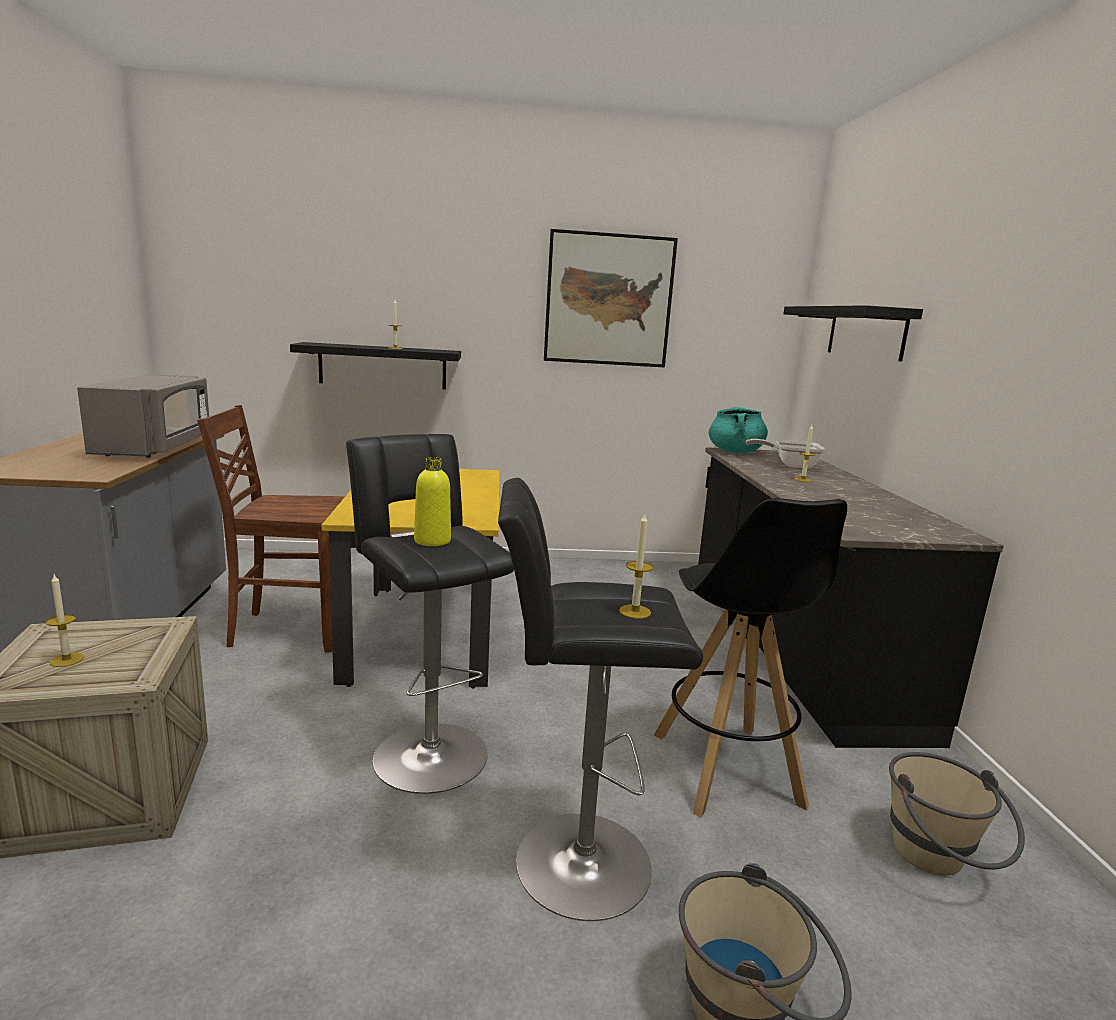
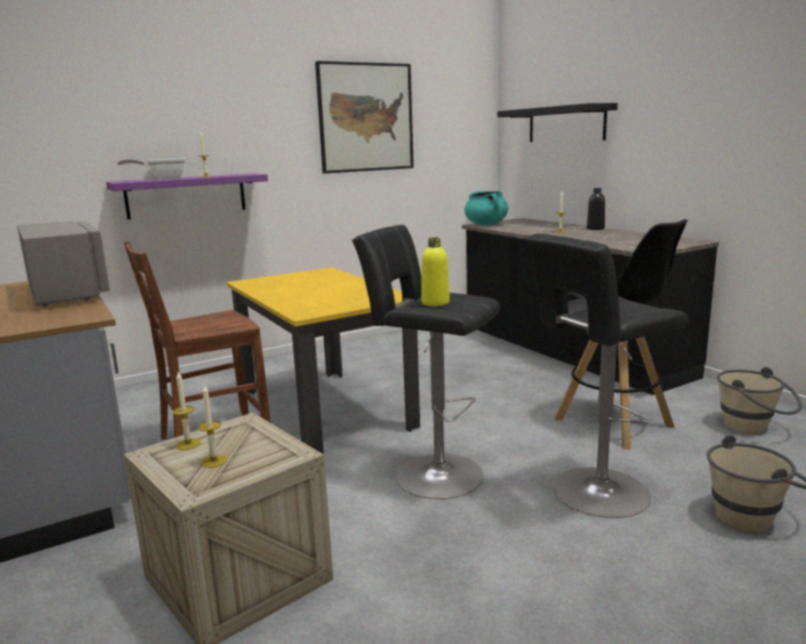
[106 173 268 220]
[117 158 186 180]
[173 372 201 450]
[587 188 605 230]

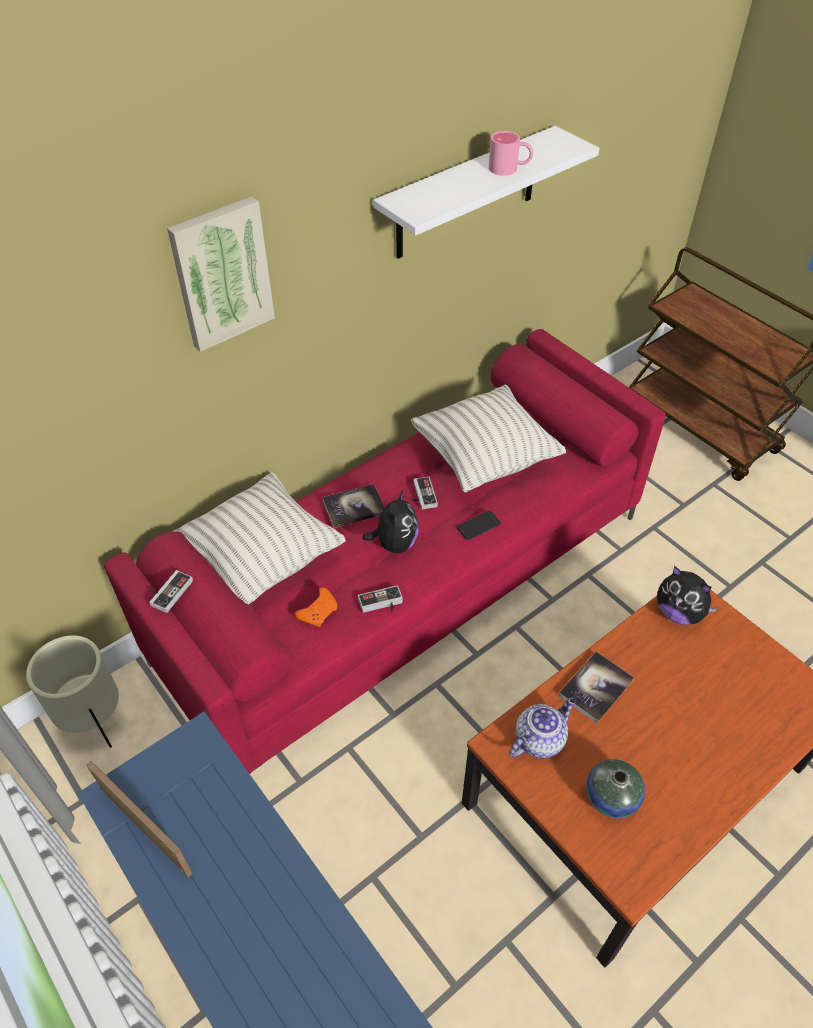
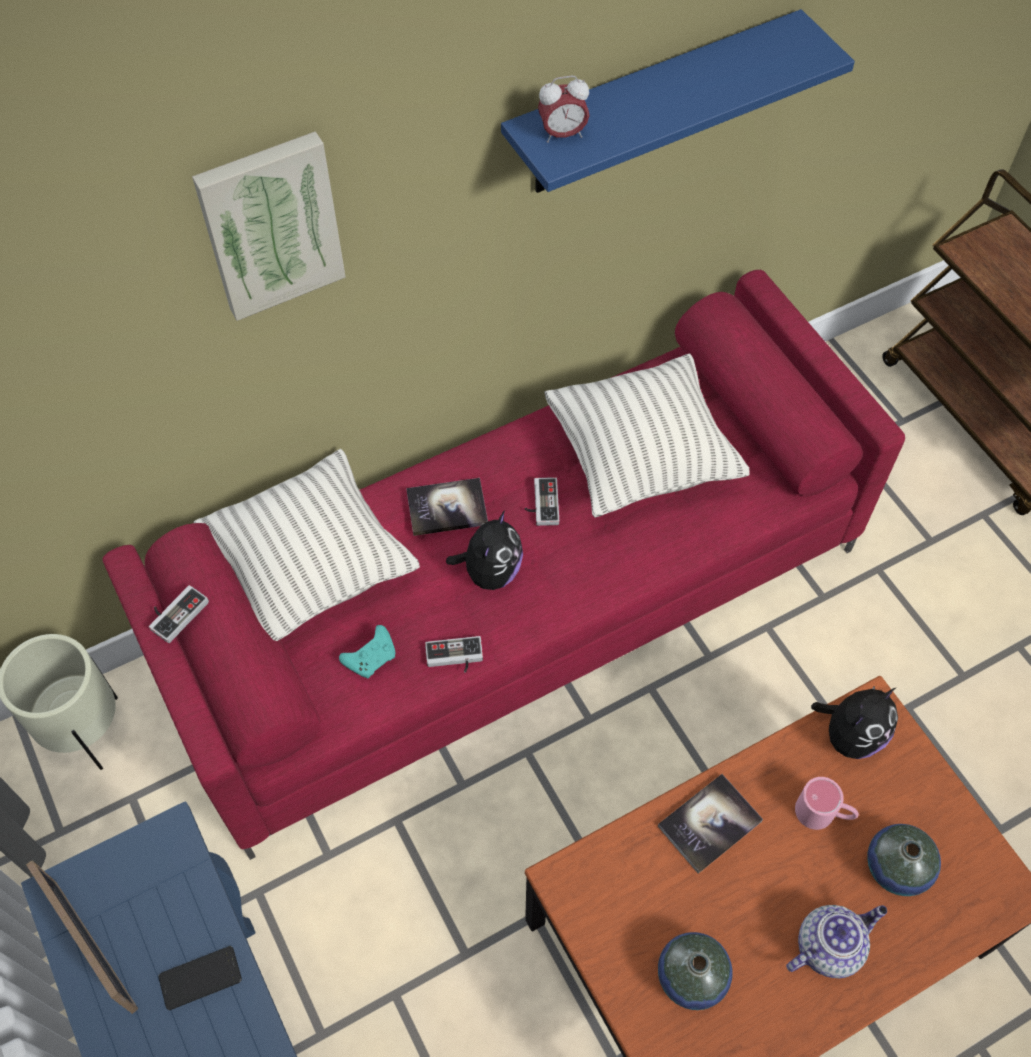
[158 946 242 1010]
[339 625 395 679]
[501 9 855 193]
[538 75 590 143]
[786 905 887 978]
[795 777 859 830]
[811 686 898 759]
[867 824 941 896]

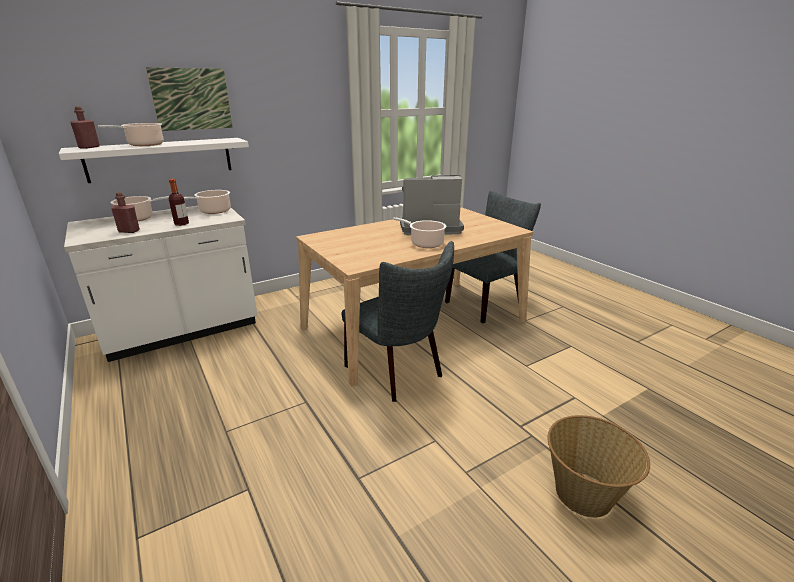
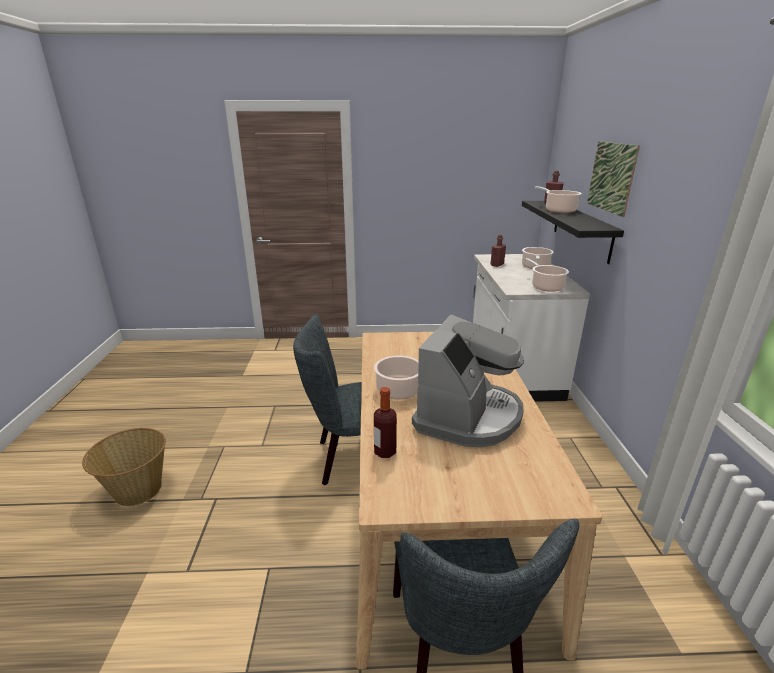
[374 387 397 458]
[522 201 624 264]

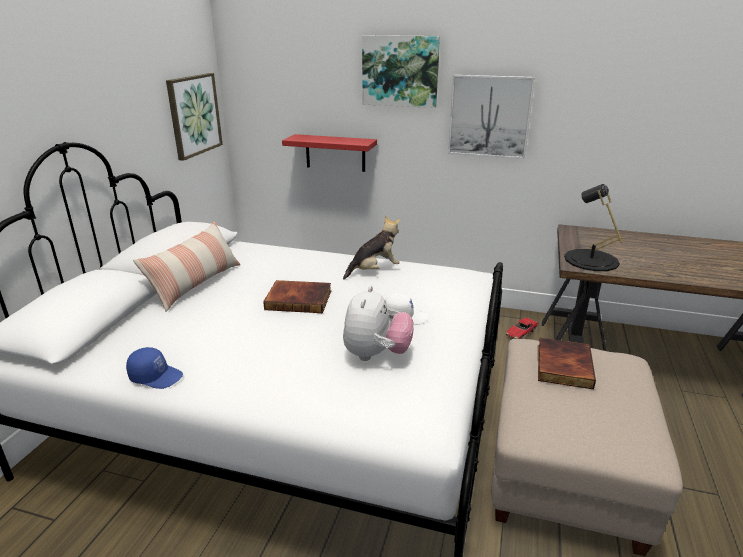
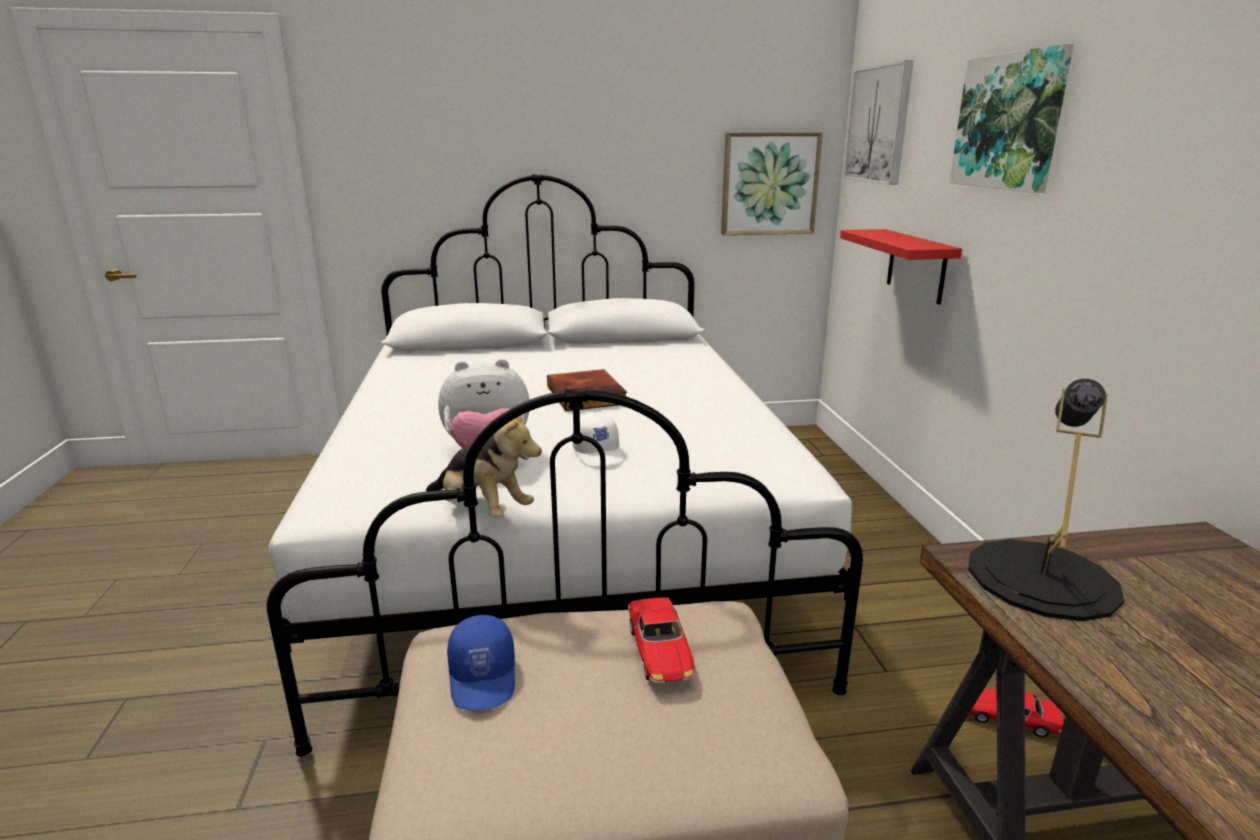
[426 415 542 517]
[447 615 515 710]
[628 597 695 684]
[843 60 913 185]
[133 221 240 312] (first image)

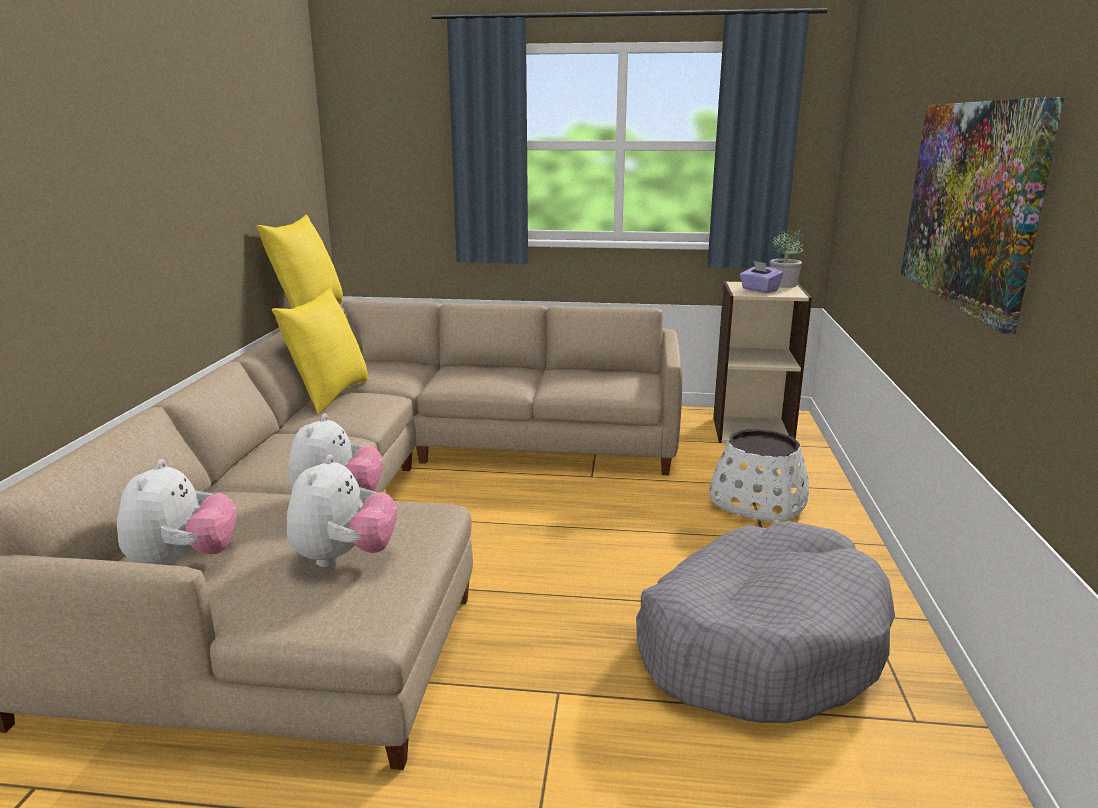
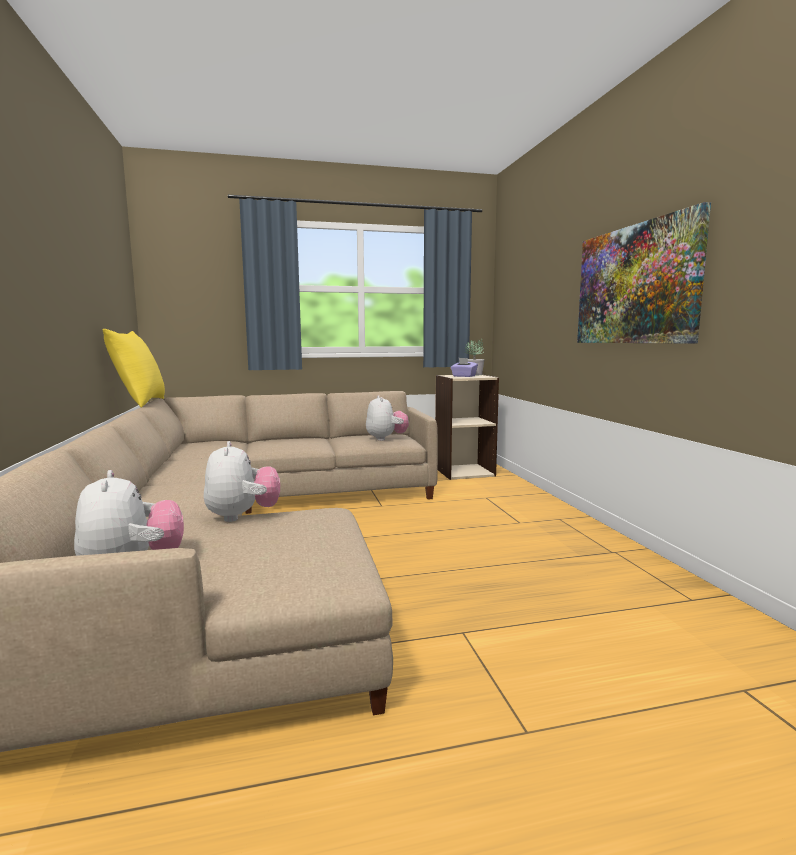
[366 395 409 441]
[272 287 369 414] (first image)
[636 521 895 723] (first image)
[709 429 809 522] (first image)

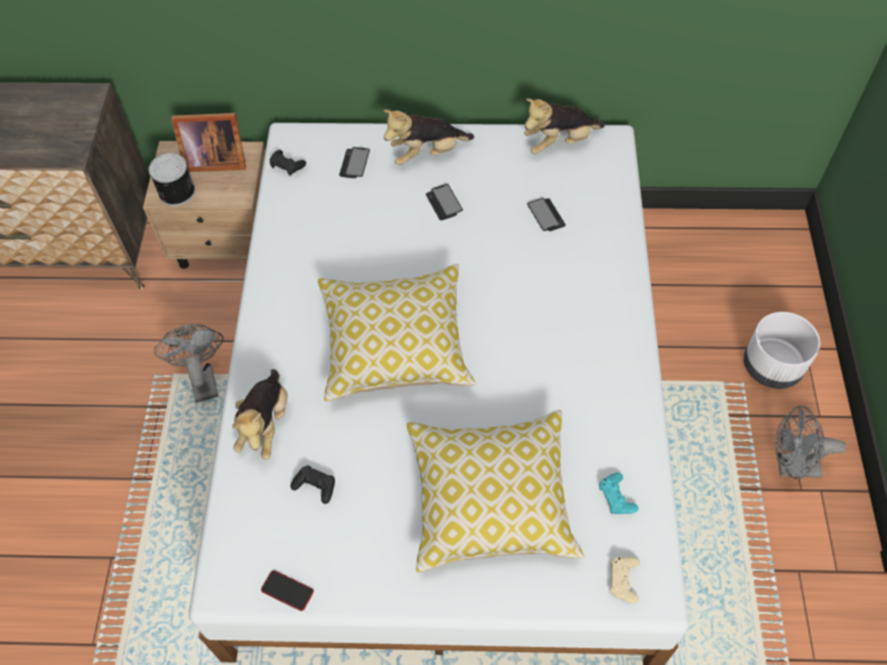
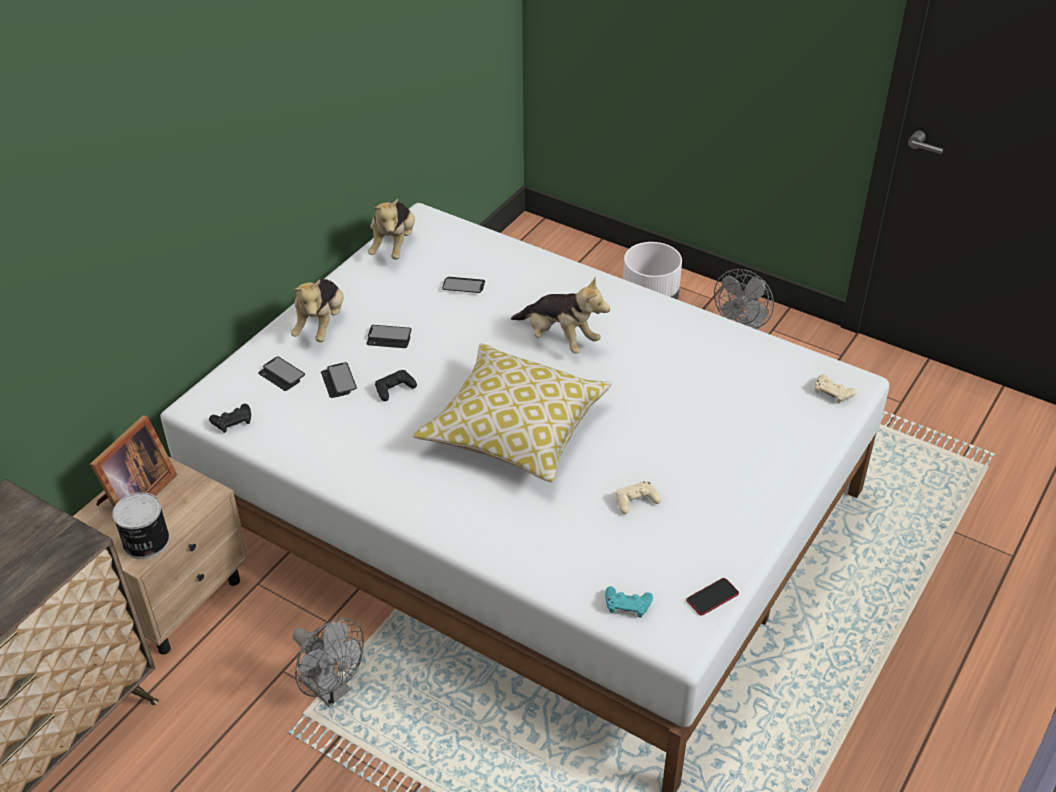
[293 618 364 707]
[321 362 357 398]
[375 370 417 401]
[511 277 610 354]
[605 586 653 618]
[616 481 661 514]
[407 410 584 572] (first image)

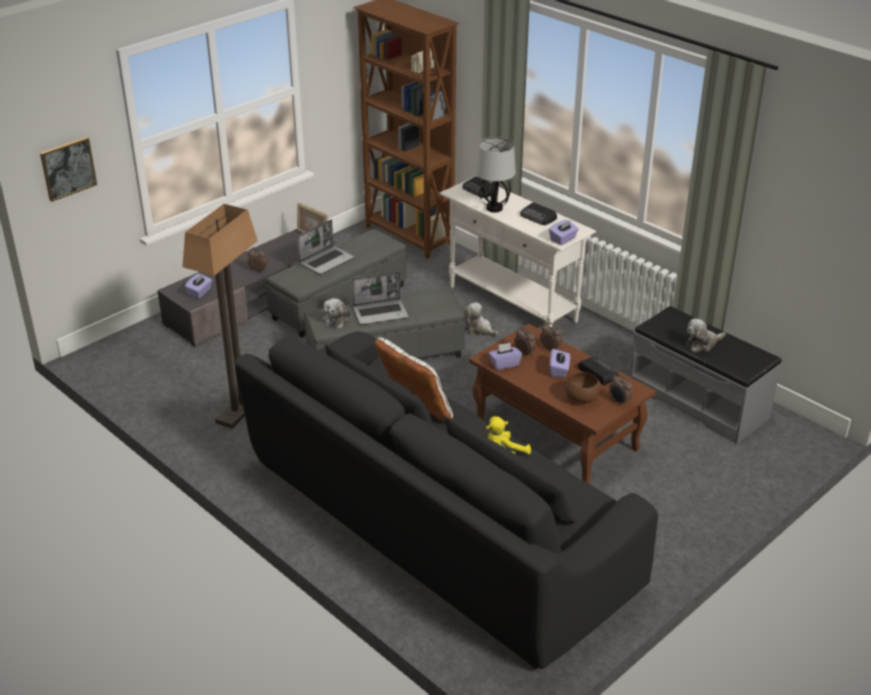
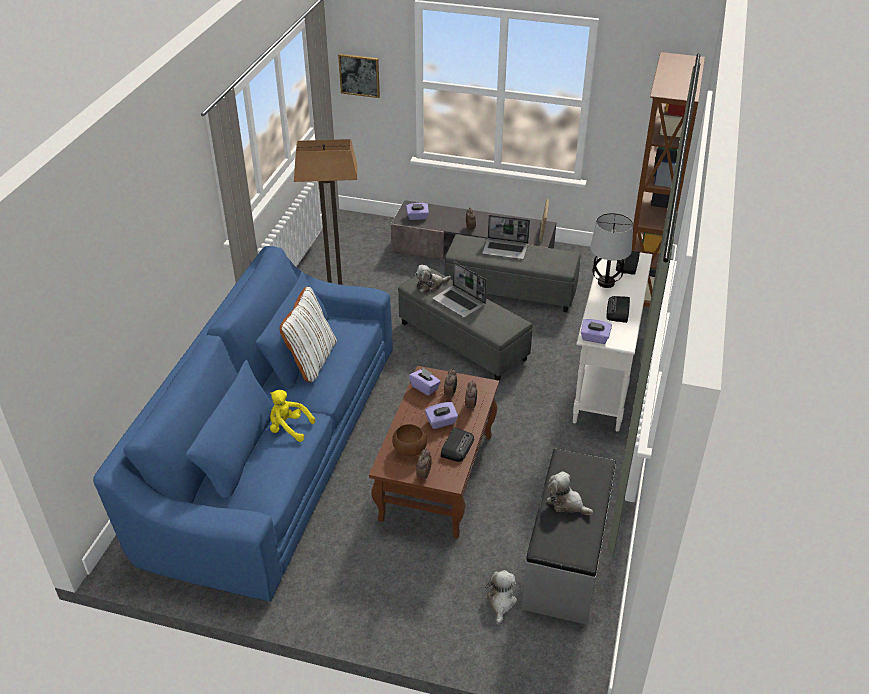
[93 246 393 602]
[485 570 517 625]

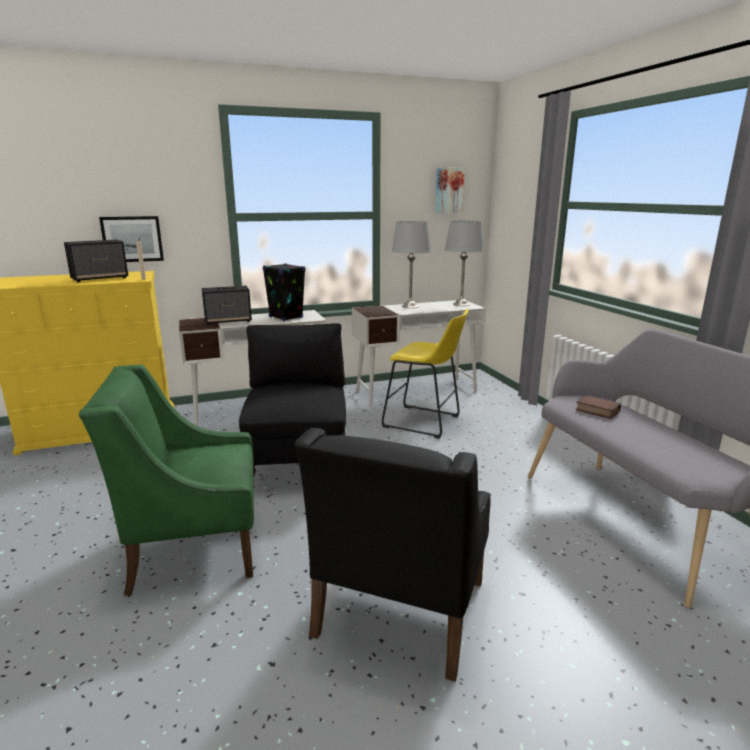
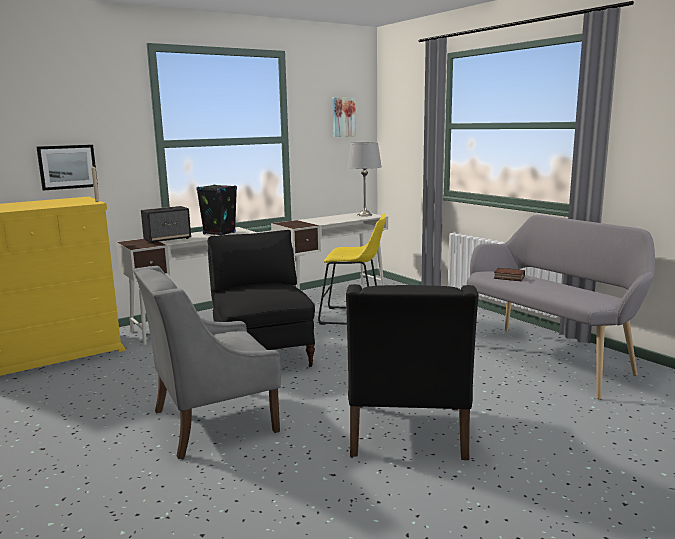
[133 266 281 459]
[64 240 128 282] (first image)
[392 221 432 308] (first image)

